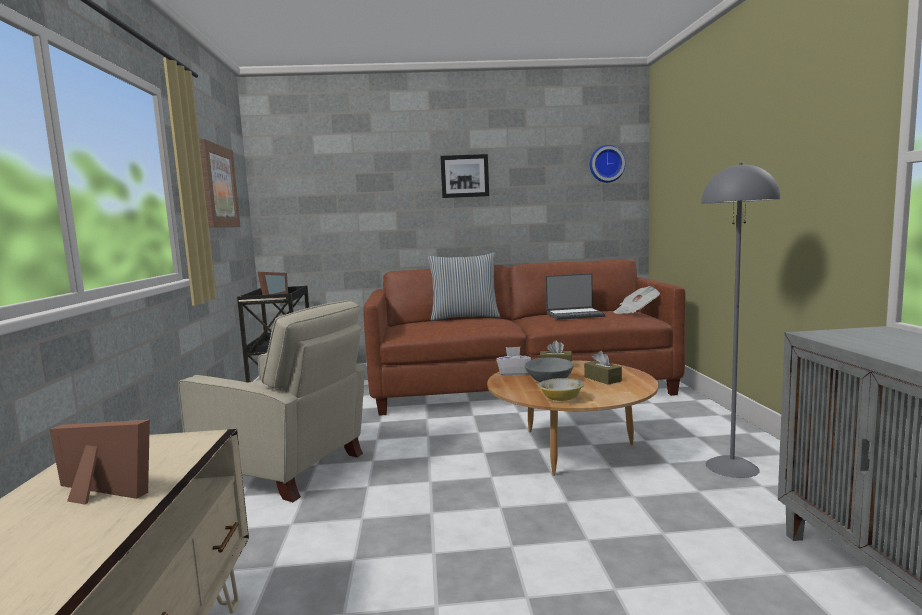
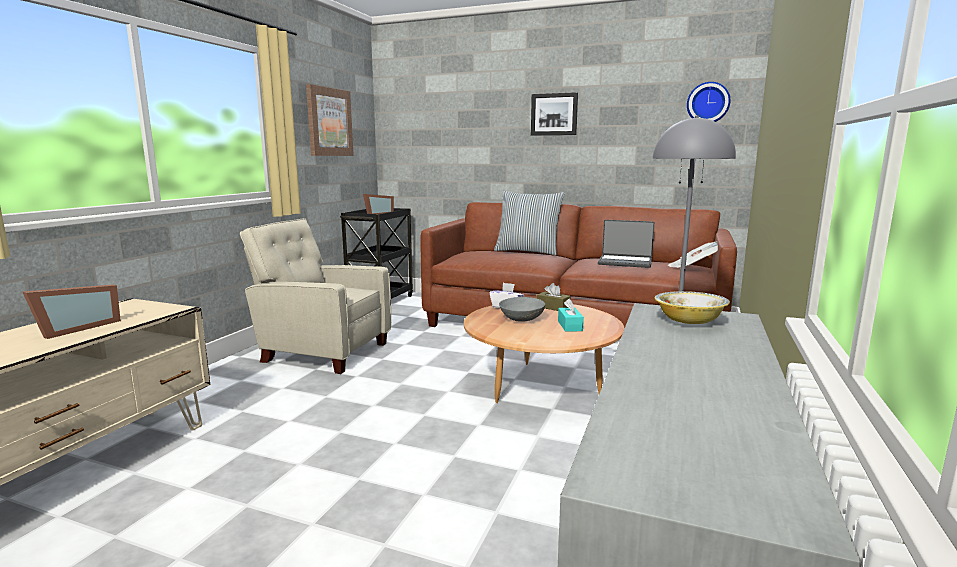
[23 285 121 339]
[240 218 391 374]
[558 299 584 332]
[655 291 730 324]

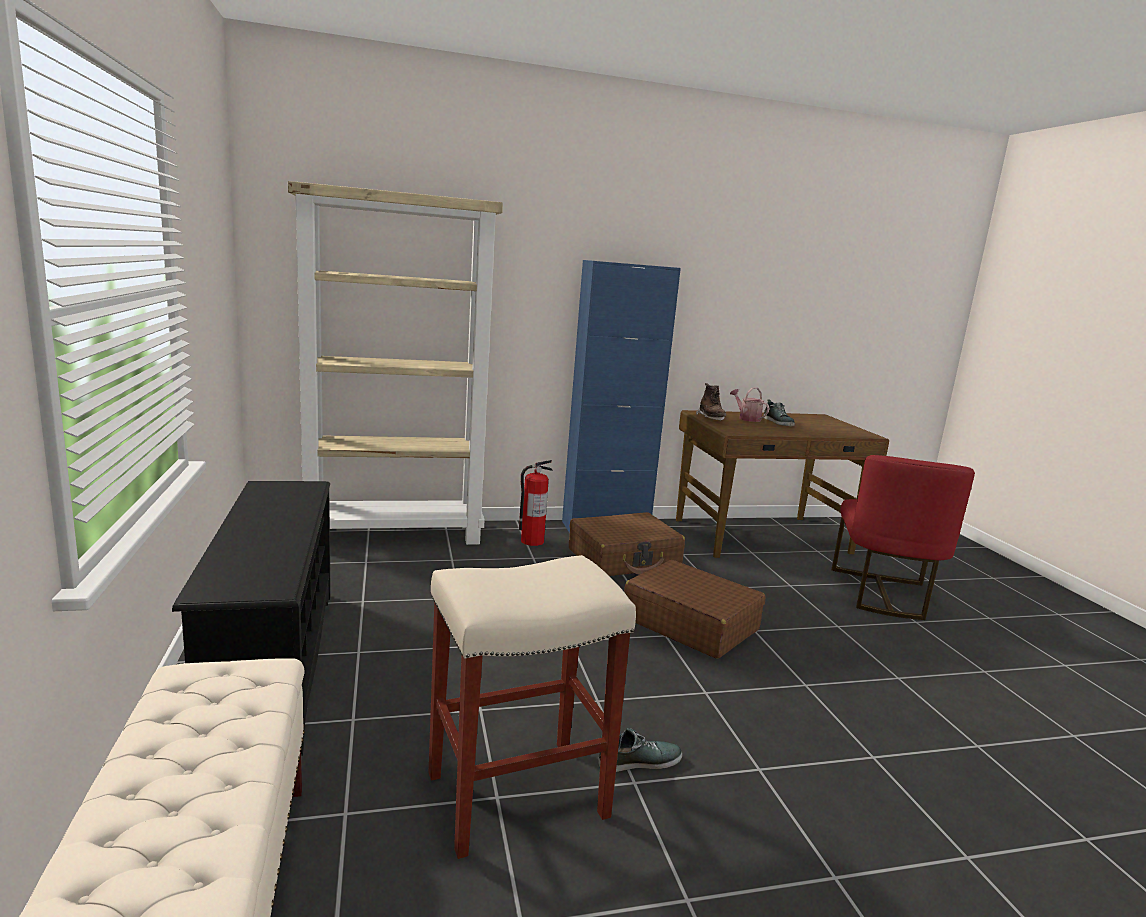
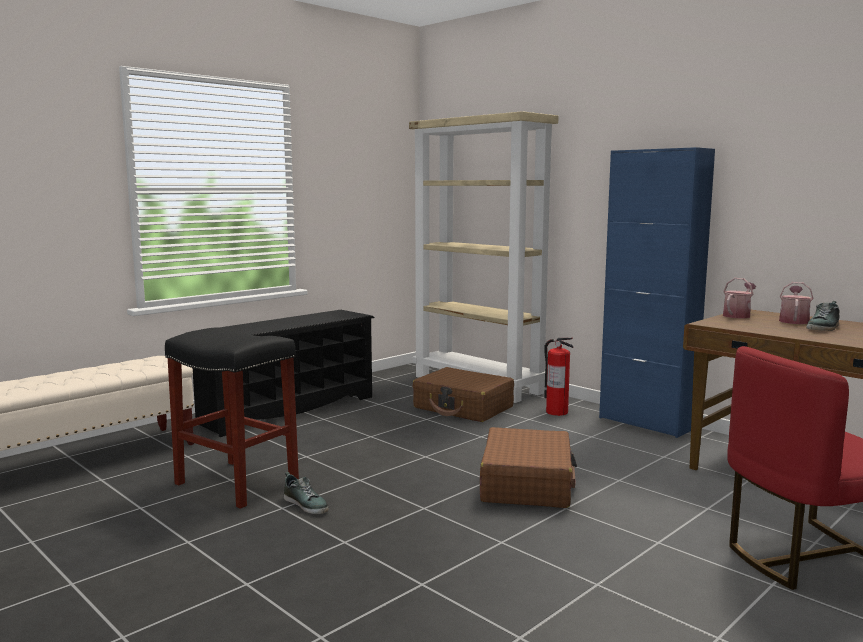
[165 327 299 509]
[413 367 514 422]
[723 278 756 318]

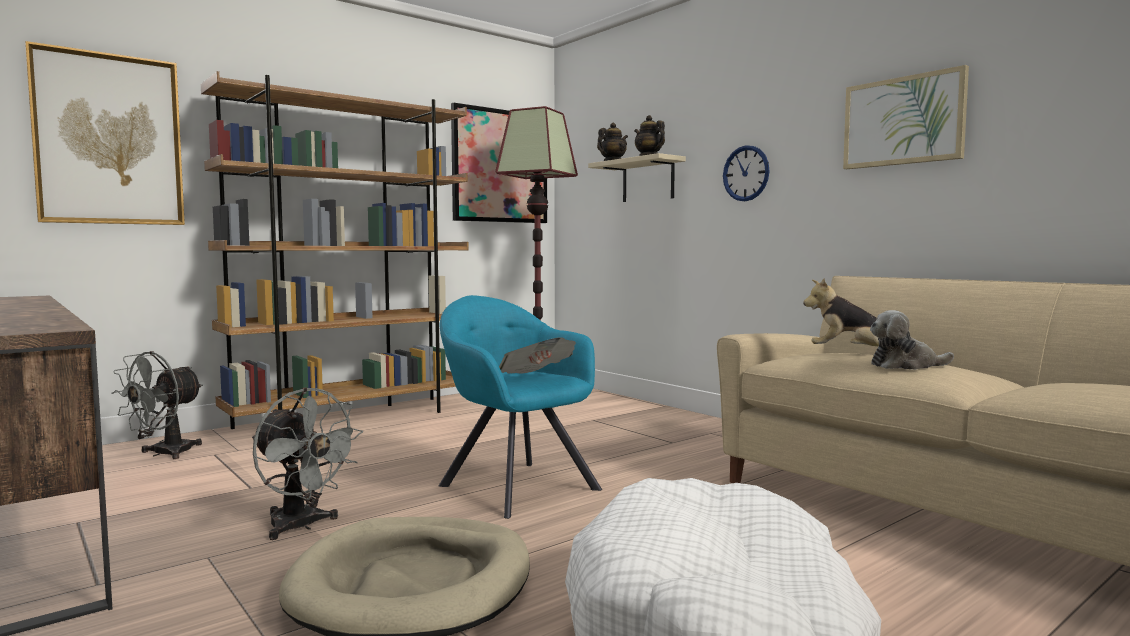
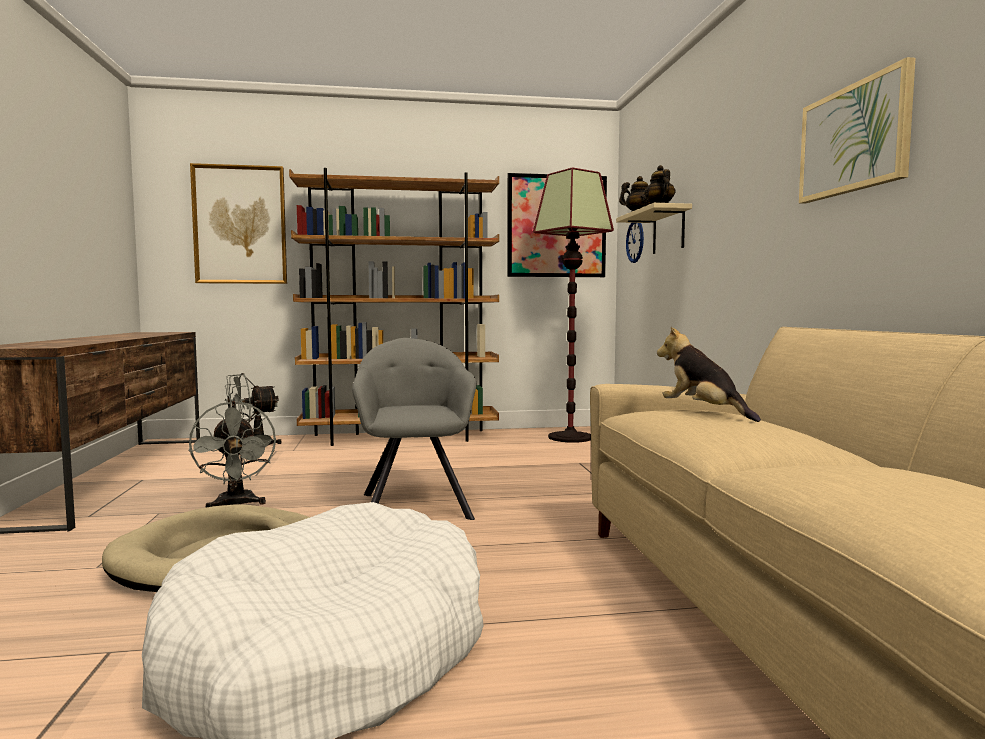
[352 338 476 520]
[626 223 644 263]
[499 337 576 374] (first image)
[870 310 954 370] (first image)

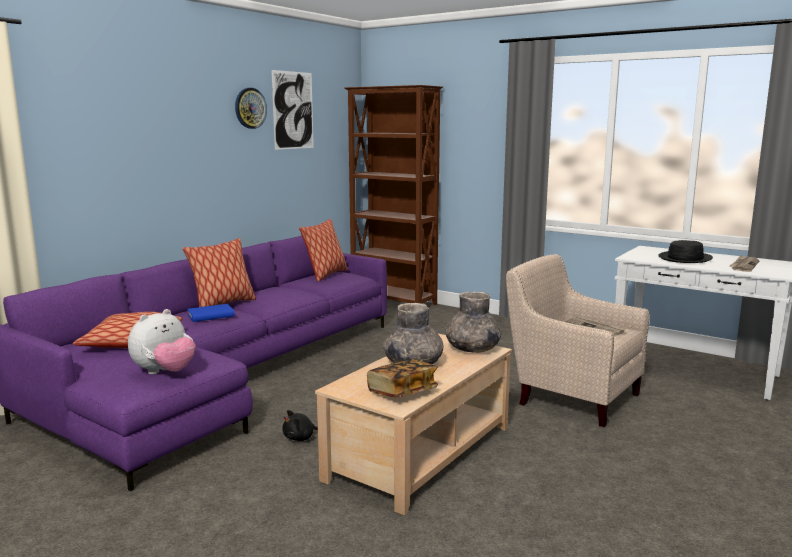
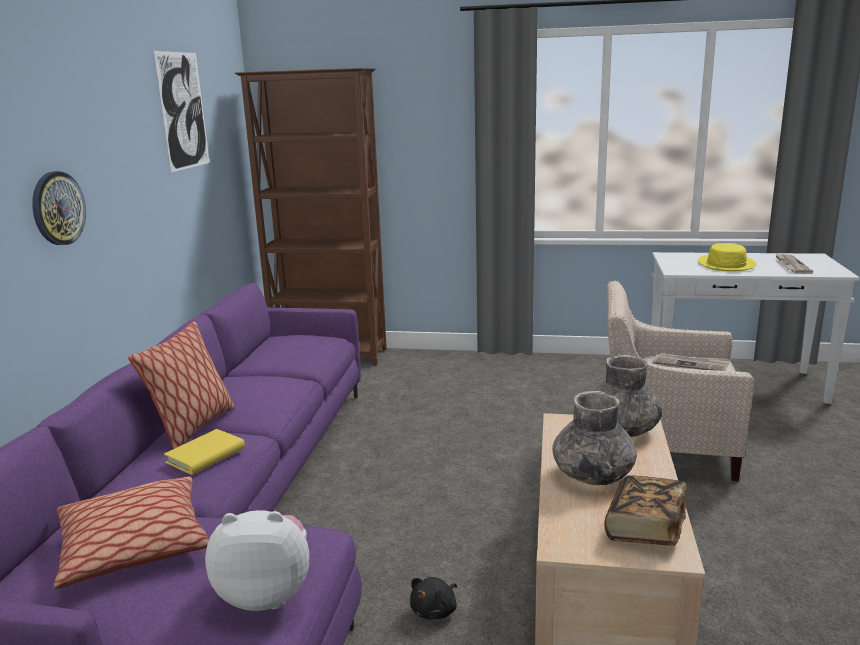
[32 171 86 245]
[164 429 245 475]
[205 510 309 611]
[698 243 756 271]
[299 219 348 282] (first image)

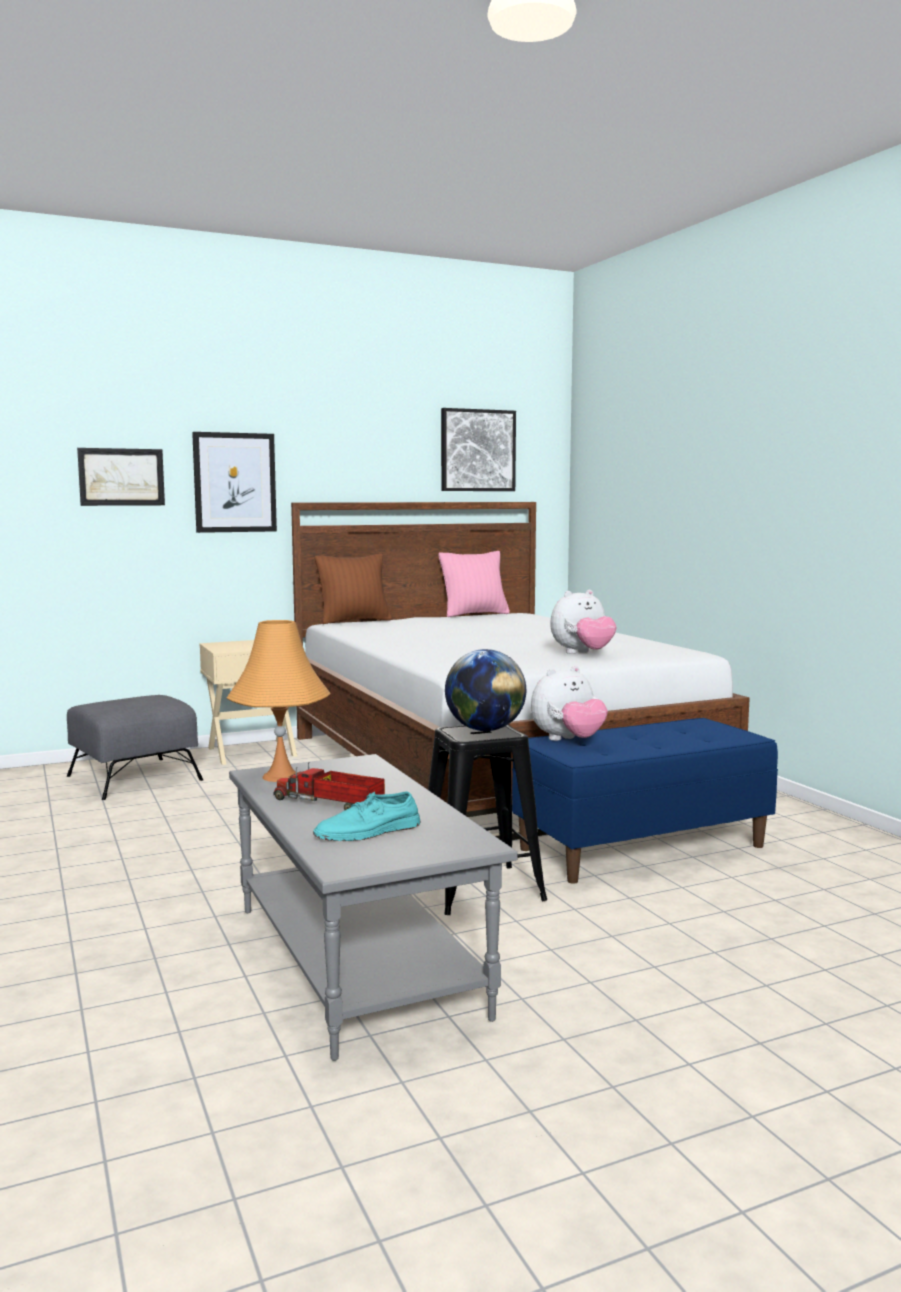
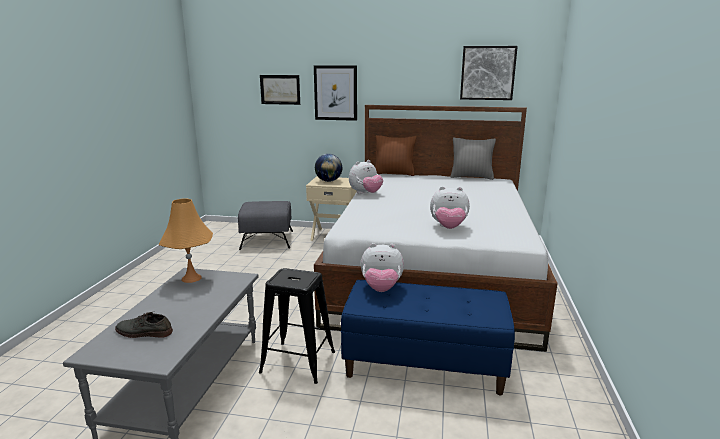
[115 312 173 338]
[315 154 342 182]
[349 160 383 194]
[450 138 496 180]
[274 762 385 810] (first image)

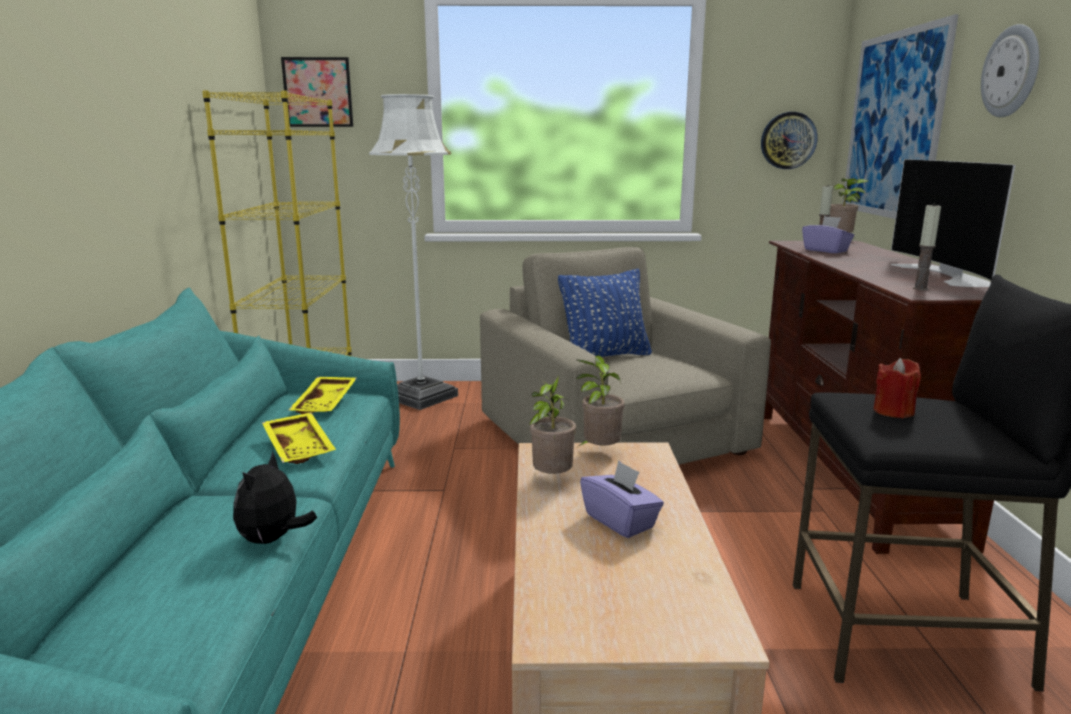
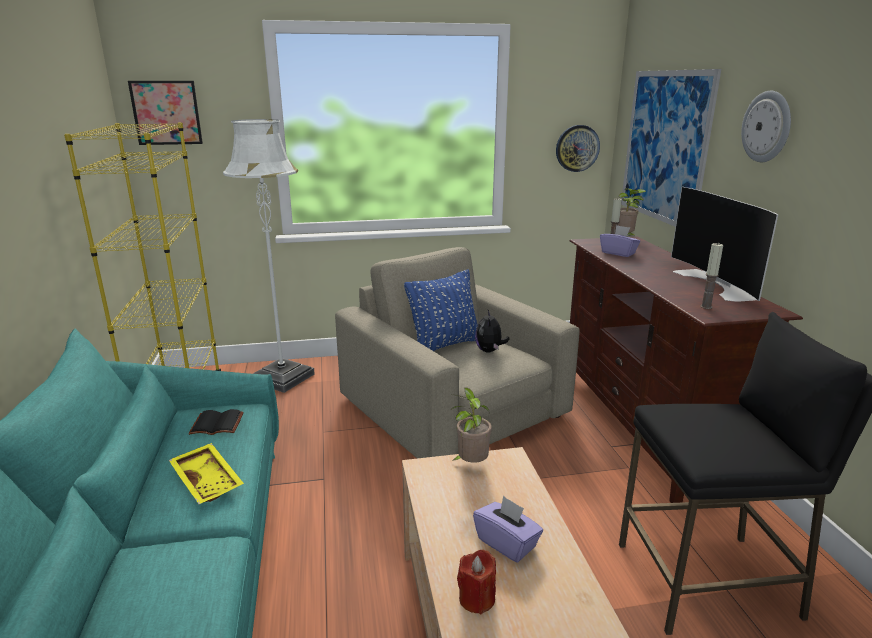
[188 409 244 435]
[457 550 496 614]
[475 310 510 353]
[530 375 576 474] (first image)

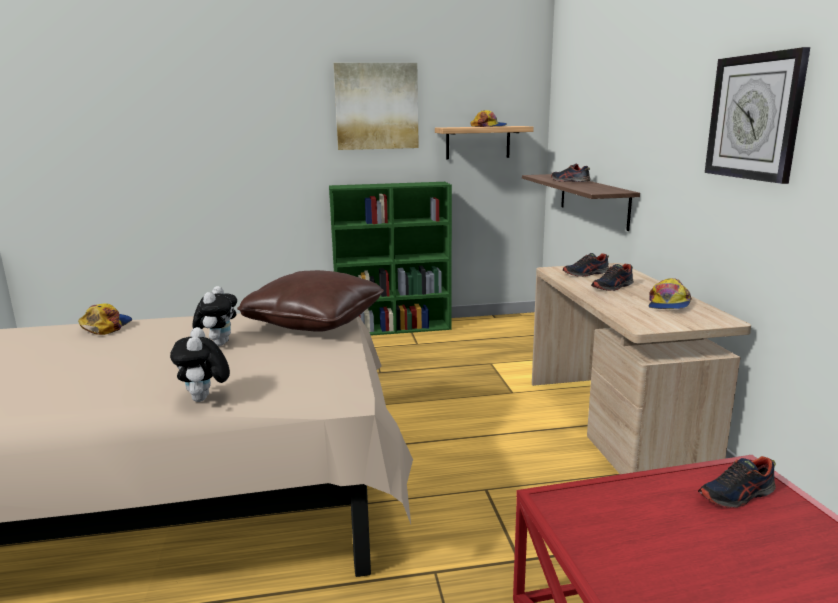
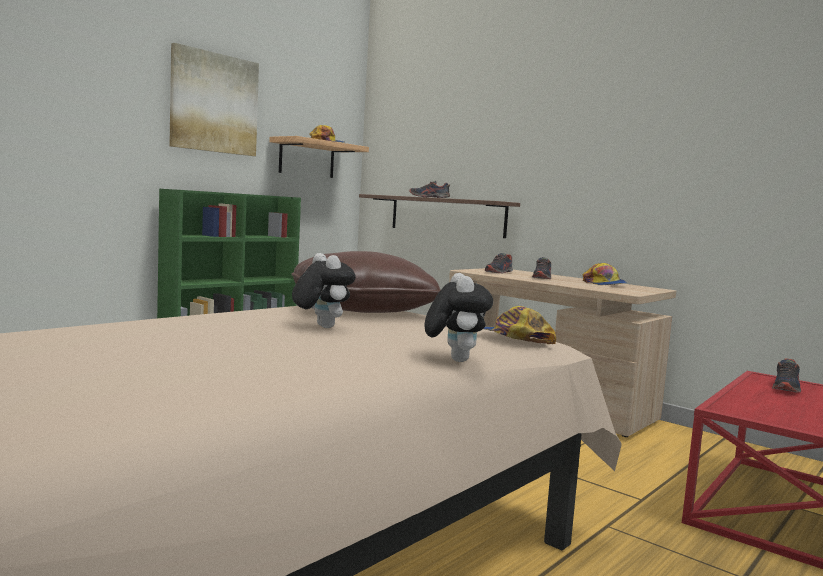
[425 273 493 362]
[484 306 556 344]
[705 47 810 184] (first image)

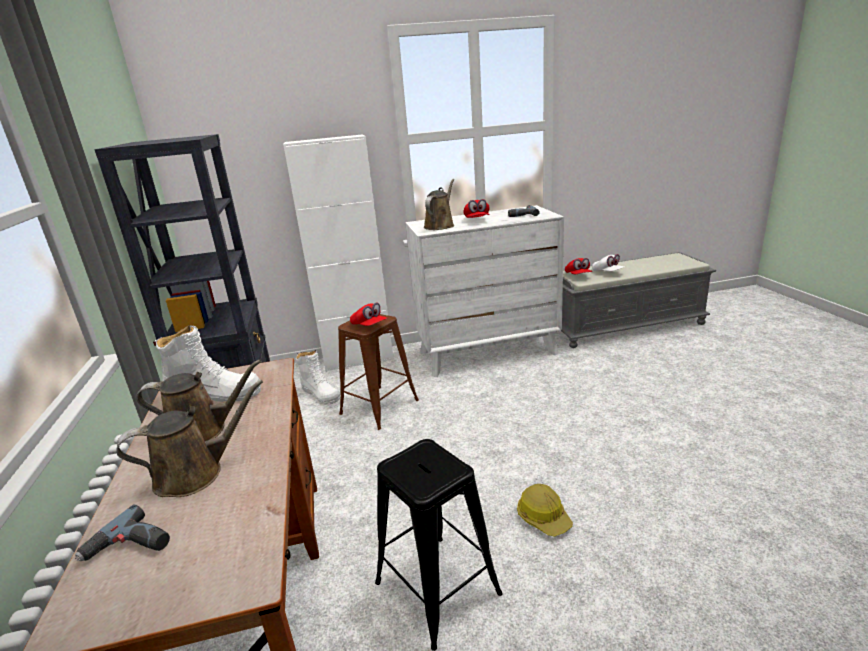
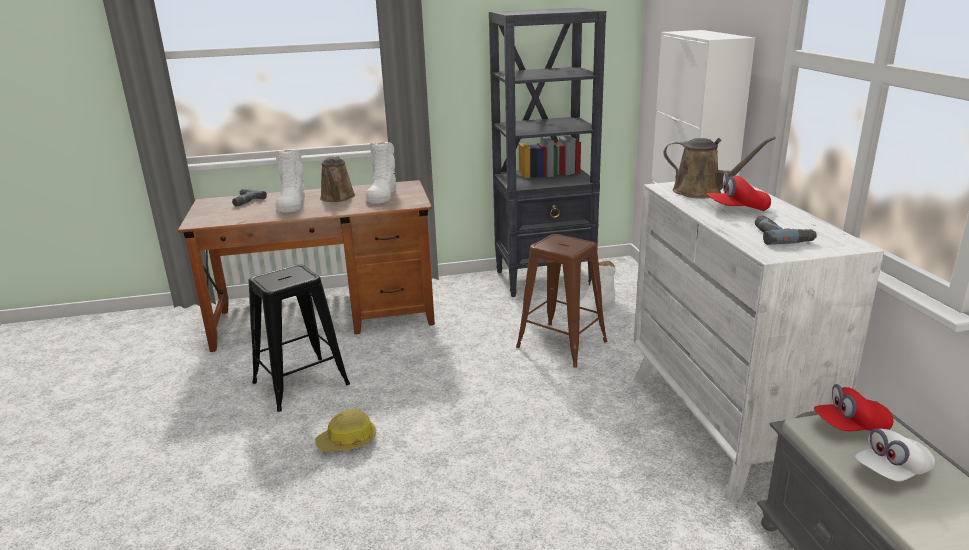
[276 149 305 213]
[350 302 387 326] (first image)

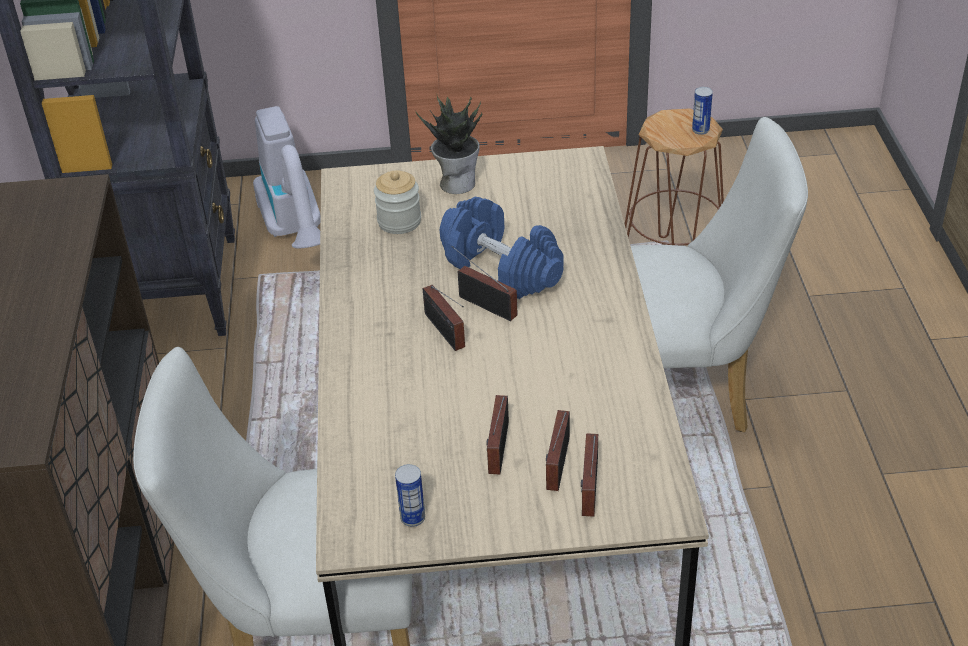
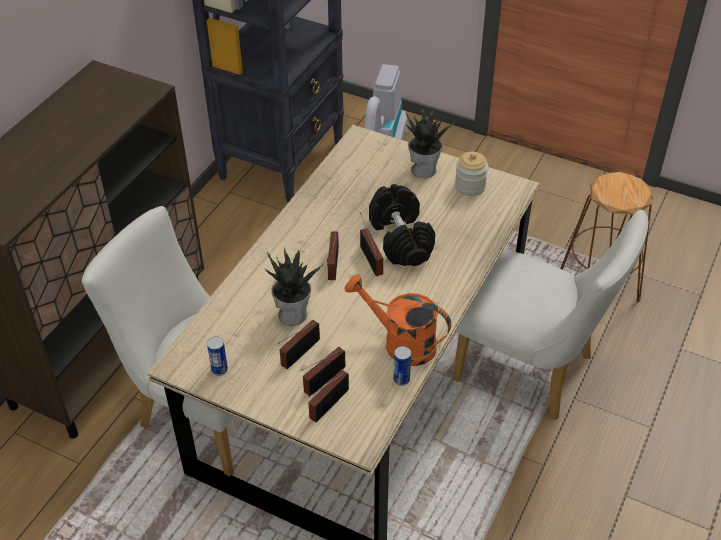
[265 247 324 325]
[344 274 451 366]
[369 184 435 266]
[394 346 411 386]
[455 152 488 196]

